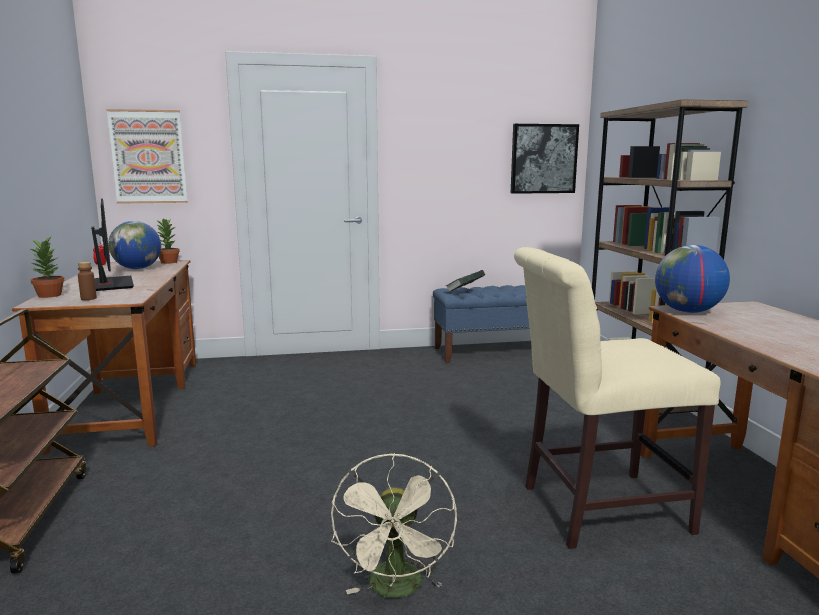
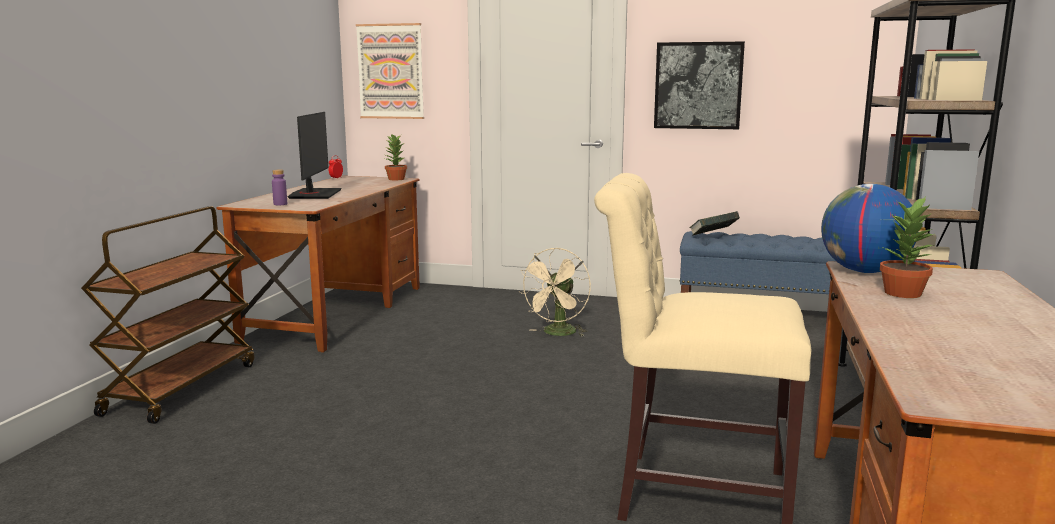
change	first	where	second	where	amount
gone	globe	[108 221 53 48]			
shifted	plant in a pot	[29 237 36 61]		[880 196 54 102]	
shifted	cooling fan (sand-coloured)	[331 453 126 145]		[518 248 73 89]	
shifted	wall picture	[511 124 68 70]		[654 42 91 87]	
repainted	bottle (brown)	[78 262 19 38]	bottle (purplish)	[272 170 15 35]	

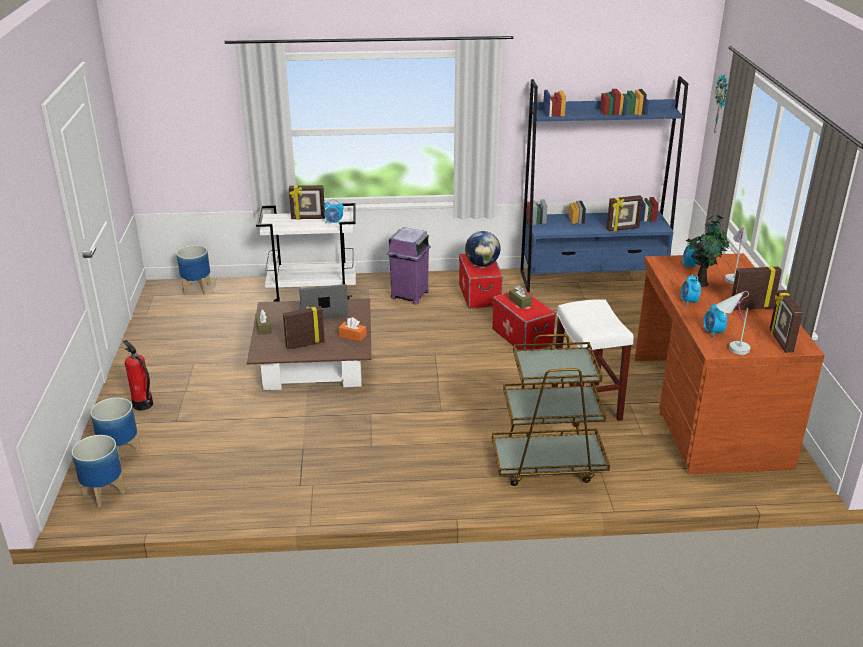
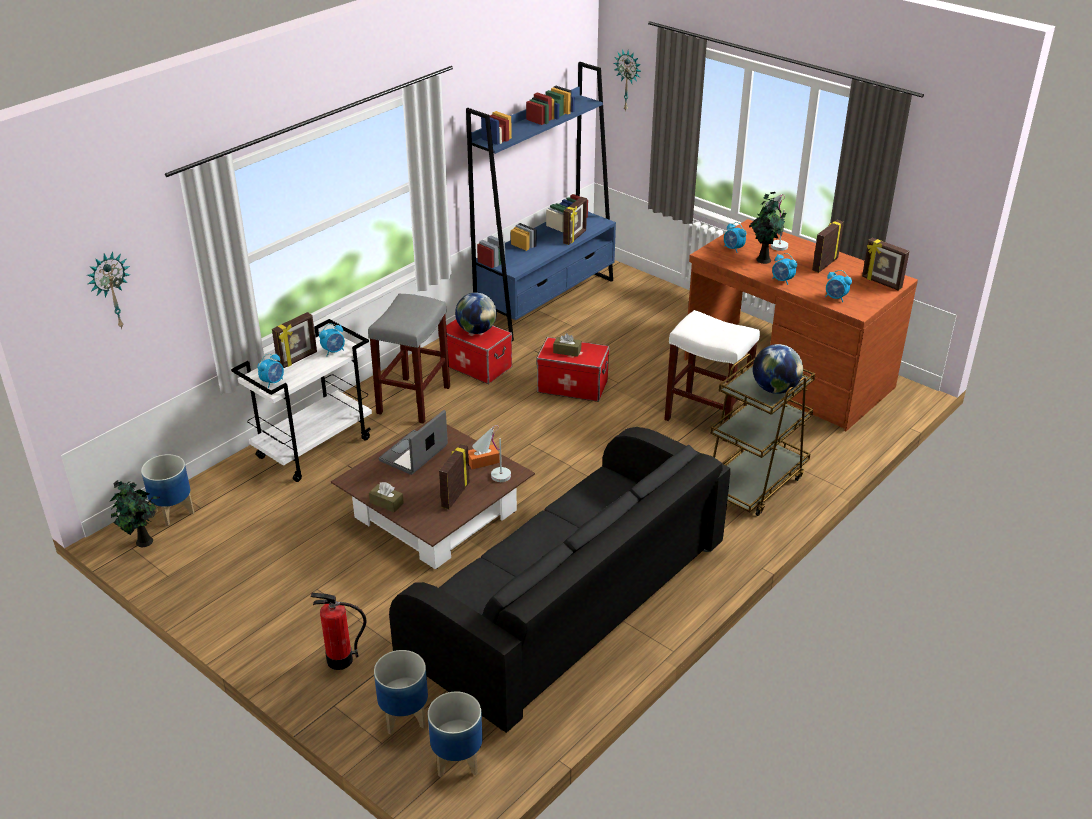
change	first	where	second	where	amount
new			wall clock	[87 251 43 78]	
new			plant in a pot	[109 480 51 67]	
new			table clock	[257 354 27 34]	
new			settee (black)	[389 427 341 306]	
new			globe	[753 344 50 50]	
shifted	table lamp (whitish)	[716 291 34 64]		[472 425 39 57]	
swapped	rubbish bin (purplish)	[387 227 44 77]	sitting stool (gray)	[368 294 82 130]	

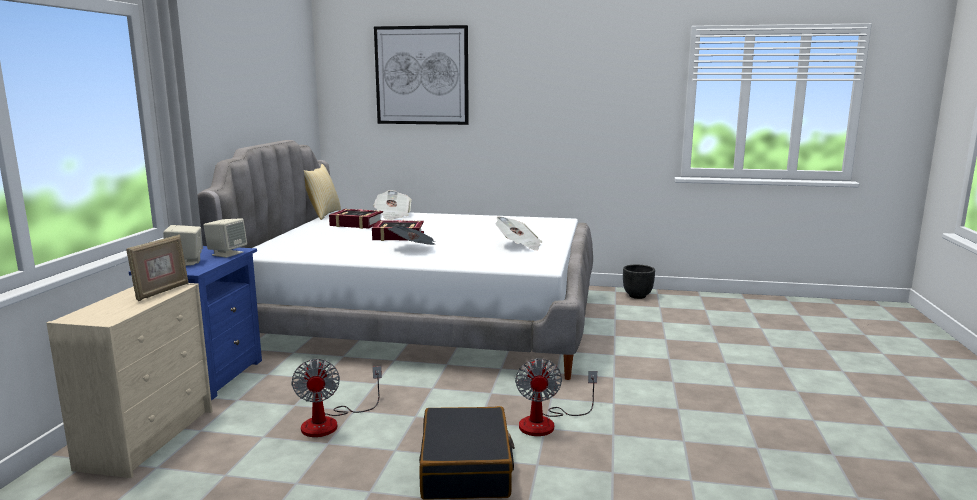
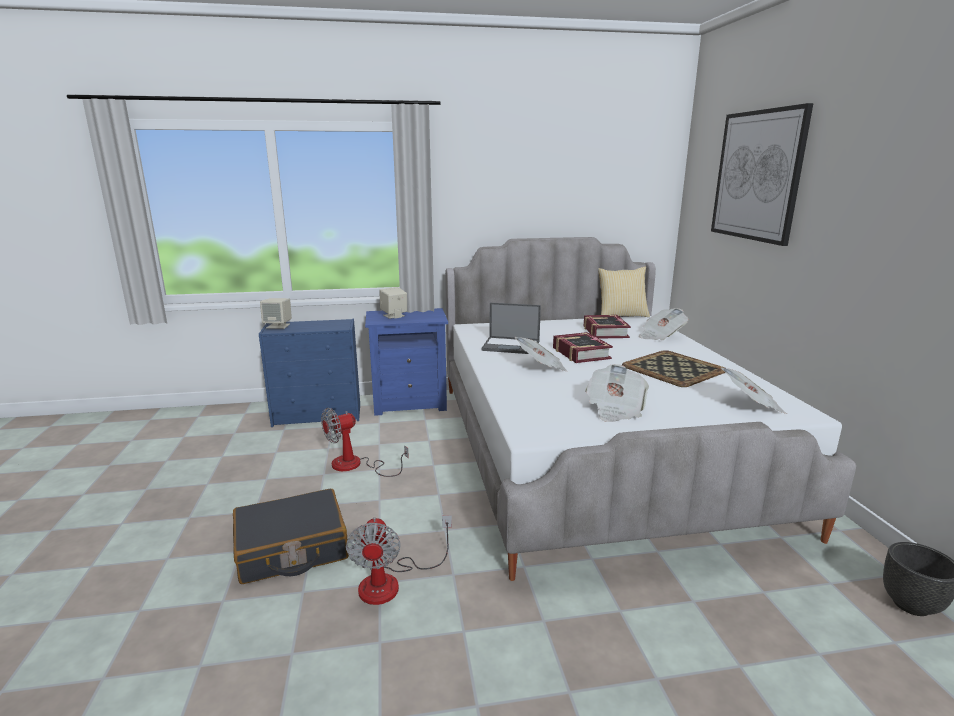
change	first	where	second	where	amount
gone	standing frame	[126 234 63 67]			
new			notebook computer	[481 303 60 51]	
new			carrying tray	[622 350 103 37]	
new			newspaper	[721 368 66 46]	
shifted	speaker (sand-coloured)	[204 219 43 39]		[260 298 32 31]	
repainted	drawer chest (sand-coloured)	[47 283 166 195]	drawer chest (bluish)	[259 319 101 108]	
rotated	cooling fan	[515 358 82 78]		[346 515 106 90]	75 degrees counterclockwise

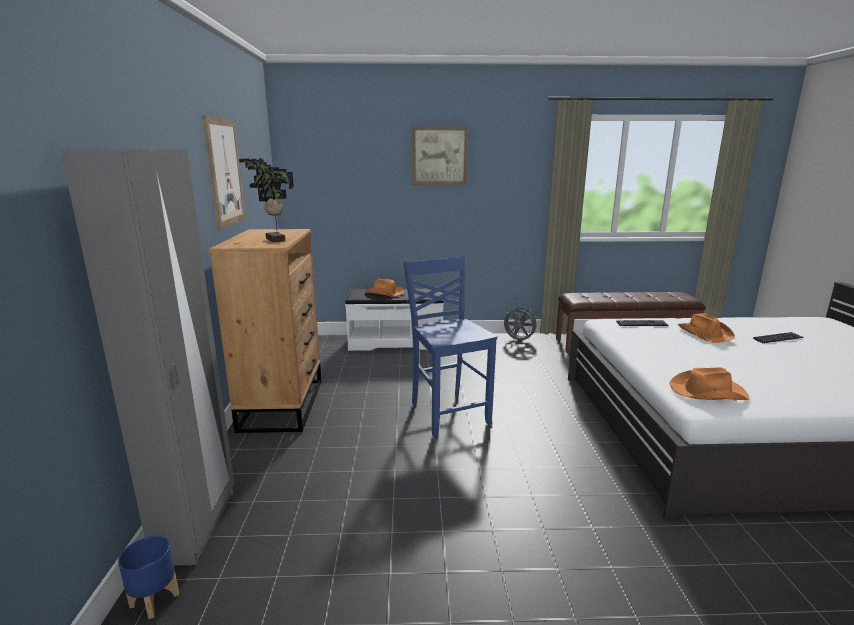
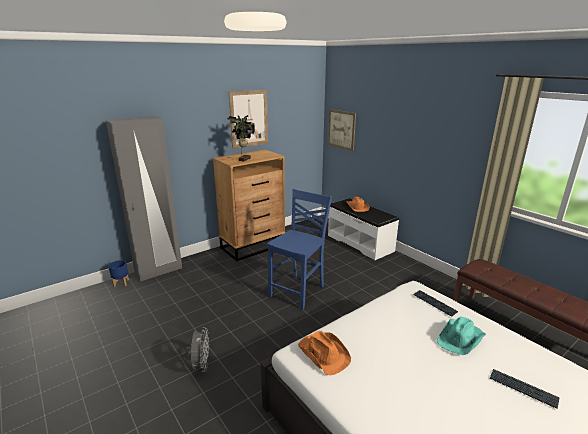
change	first	where	second	where	amount
shifted	wall picture	[412 126 56 59]		[328 109 28 42]	
shifted	cooling fan (gray)	[504 306 35 34]		[186 327 23 45]	
repainted	wearable hat (orange-coloured)	[677 313 58 30]	wearable hat (turquoise-coloured)	[437 317 49 38]	

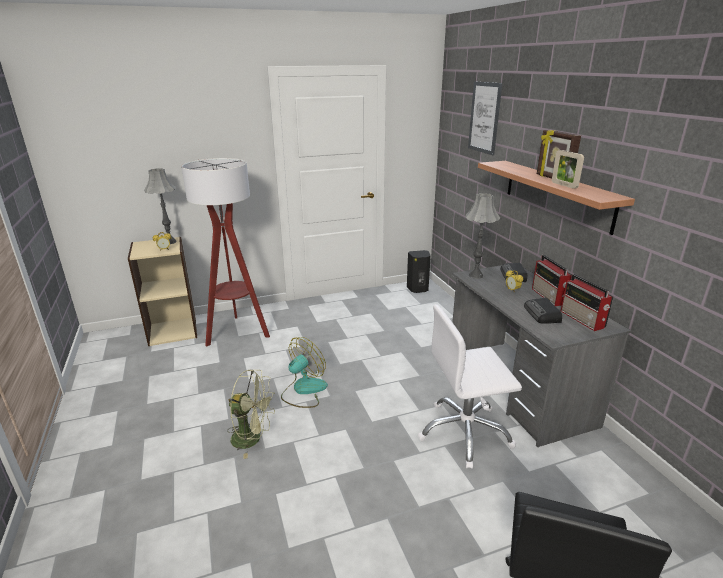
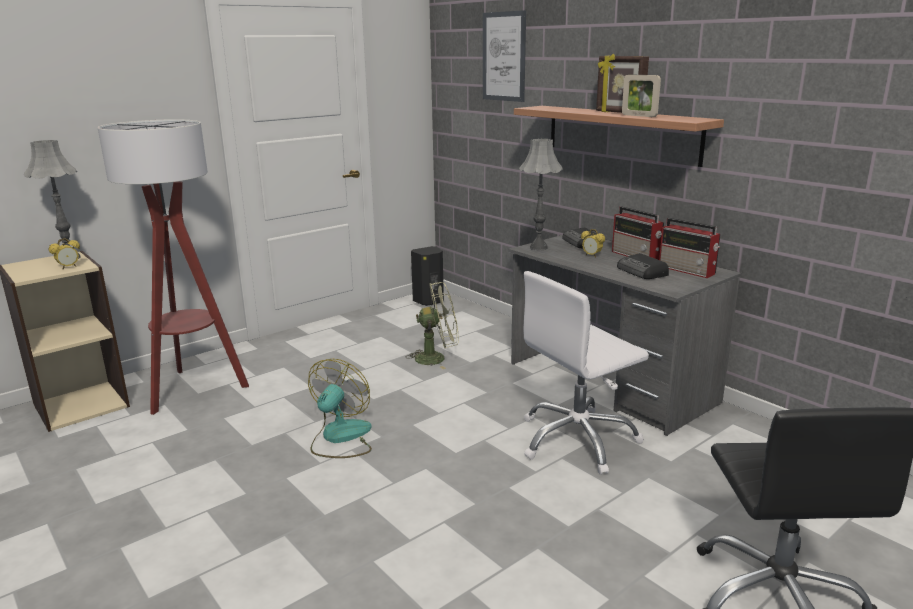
change	first	where	second	where	amount
shifted	cooling fan (green-coloured)	[227 369 48 90]		[405 282 54 87]	

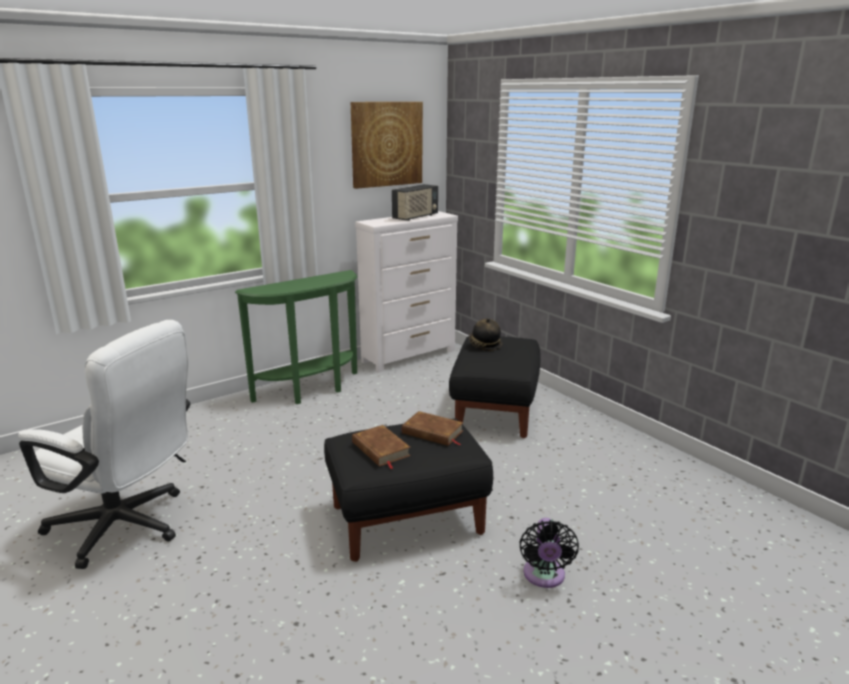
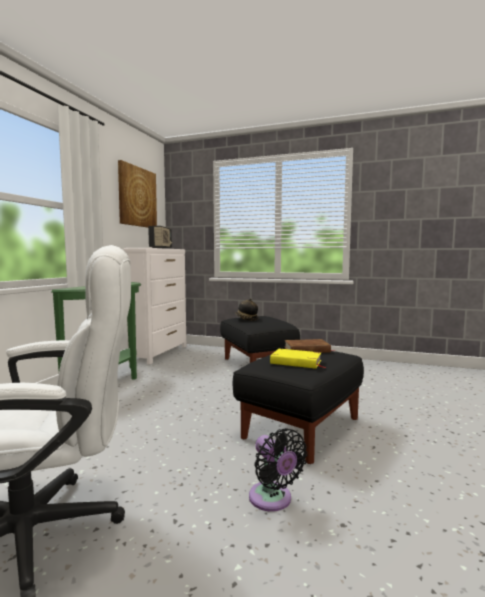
change	first	where	second	where	amount
shifted	cooling fan (black)	[520 518 59 70]		[249 428 58 84]	
repainted	volume (brown)	[352 425 59 44]	volume (yellow)	[270 349 56 20]	

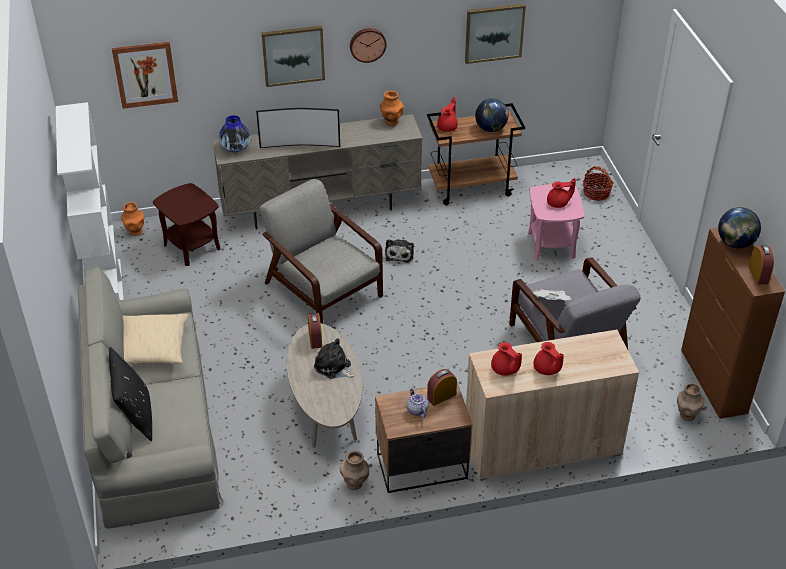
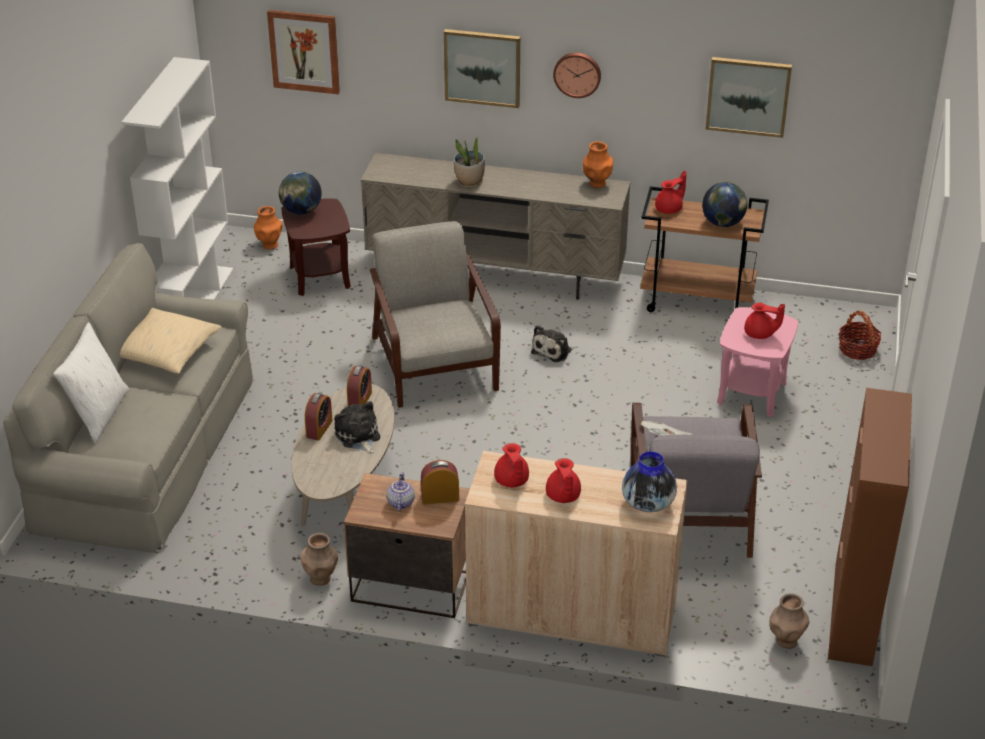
change	first	where	second	where	amount
shifted	vase	[219 115 32 37]		[622 451 55 61]	
shifted	globe	[718 207 43 42]		[279 172 43 43]	
shifted	table clock	[748 245 26 40]		[305 393 28 48]	
swapped	TV set	[256 108 84 40]	plant in a pot	[454 138 31 50]	
repainted	cushion (black)	[109 347 43 94]	cushion (whitish)	[53 322 76 121]	

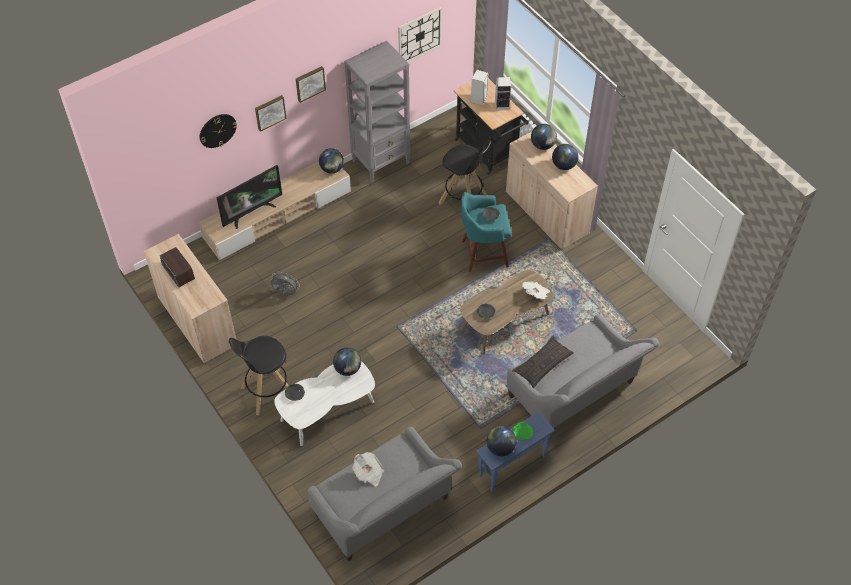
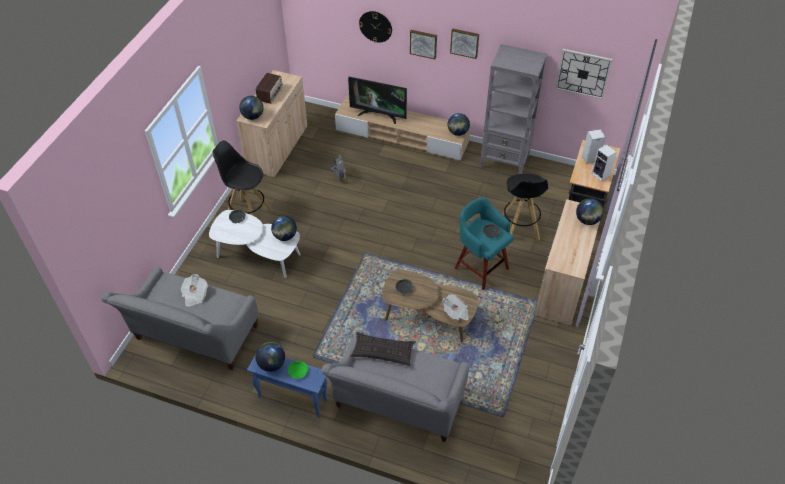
change	first	where	second	where	amount
shifted	globe	[552 144 26 26]		[239 96 24 24]	

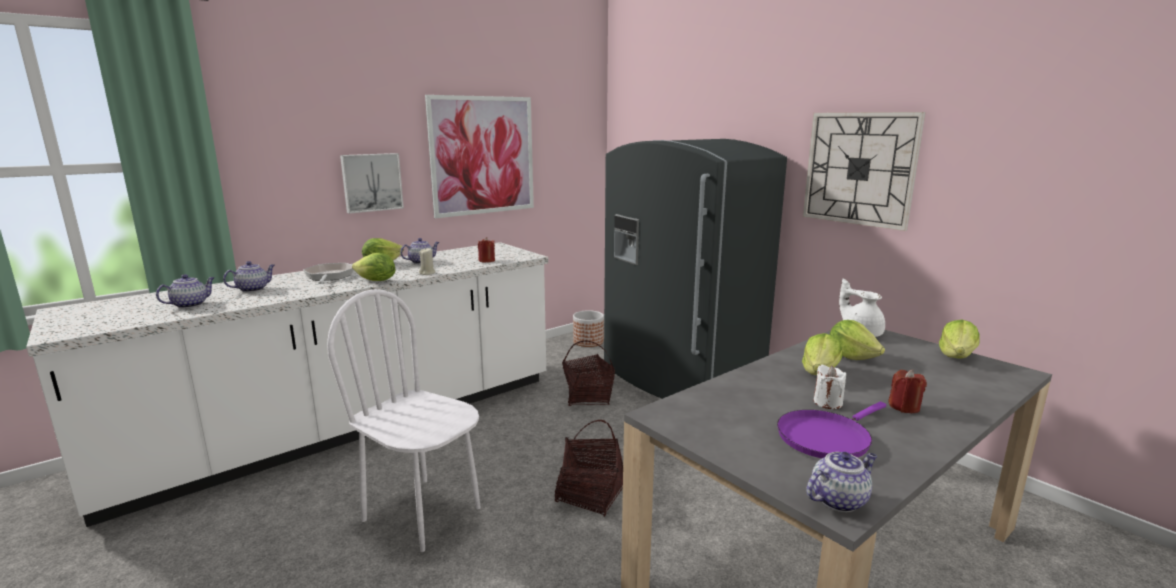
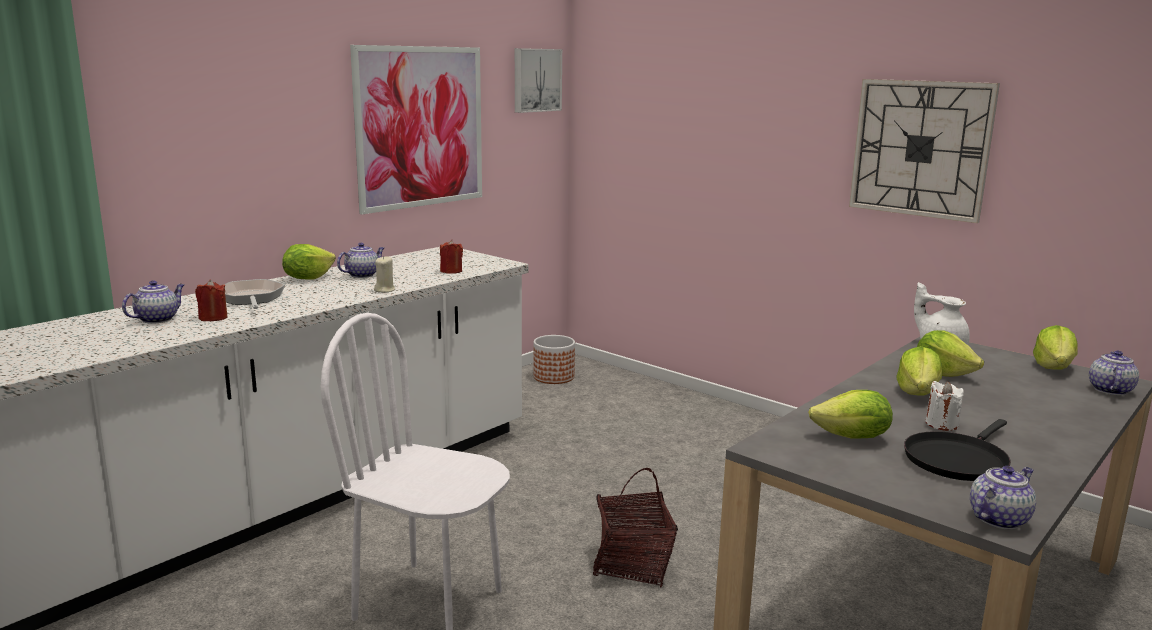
change	first	where	second	where	amount
gone	basket	[562 341 53 65]			
gone	kitchen fridge (gray)	[604 139 183 260]			
shifted	pot for tea	[156 274 59 34]		[1089 351 50 44]	
shifted	wall picture	[340 153 64 61]		[515 48 47 65]	
shifted	lettuce	[352 253 44 28]		[809 390 84 48]	
shifted	wax candle (red)	[888 370 39 43]		[195 279 33 42]	
repainted	pan (purplish)	[777 402 109 56]	pan (black)	[904 419 107 62]	

